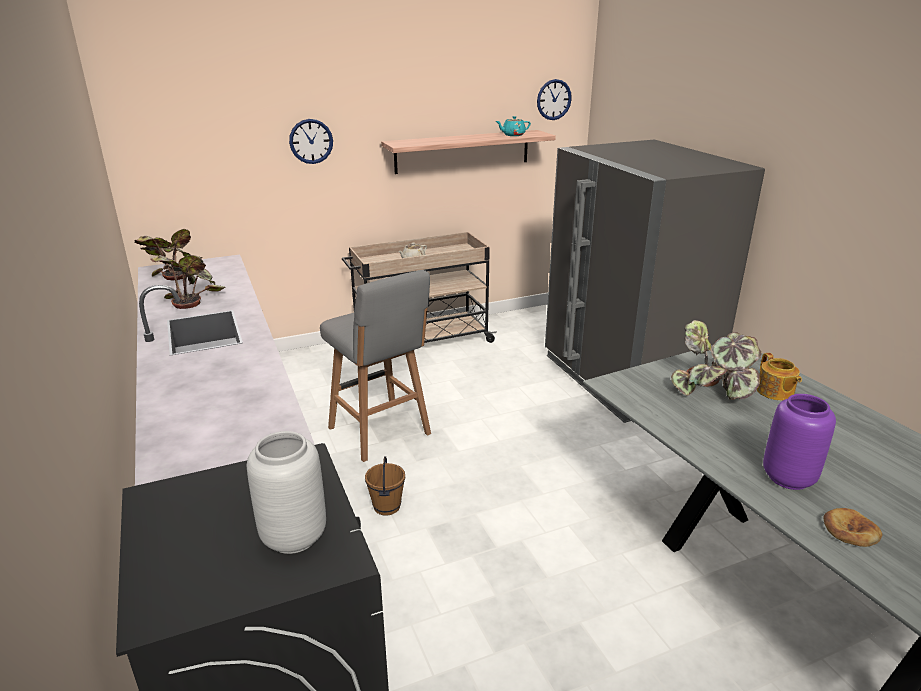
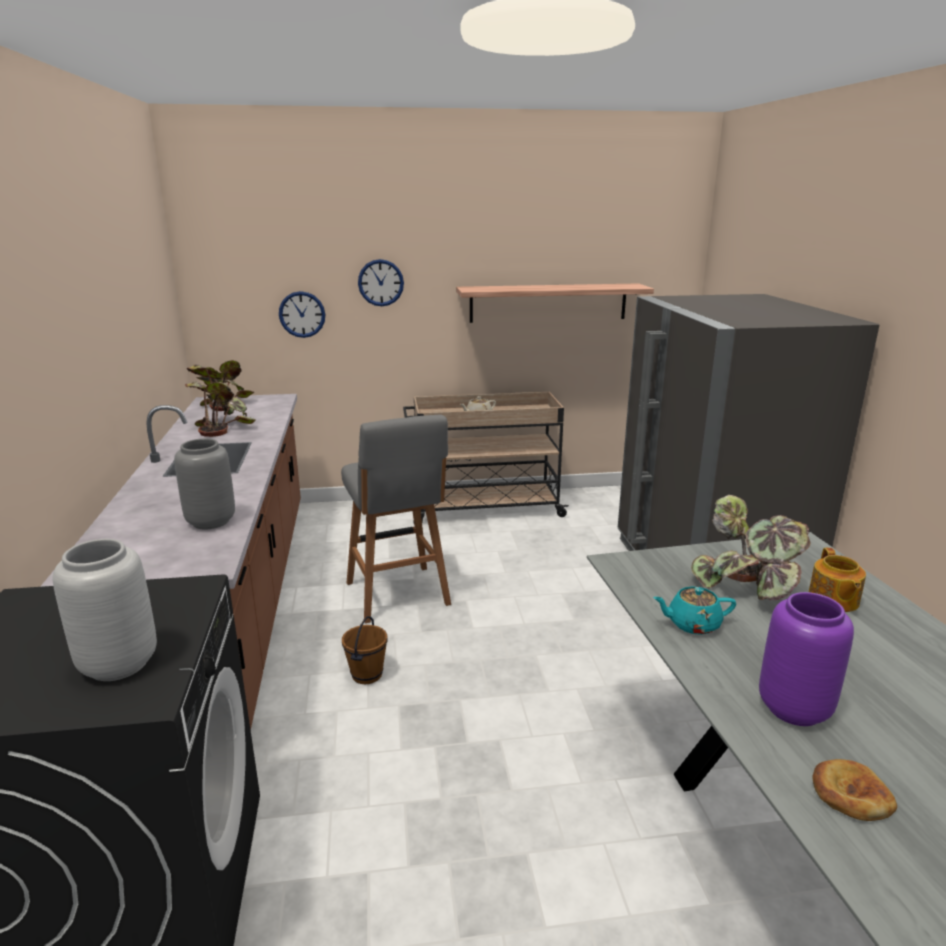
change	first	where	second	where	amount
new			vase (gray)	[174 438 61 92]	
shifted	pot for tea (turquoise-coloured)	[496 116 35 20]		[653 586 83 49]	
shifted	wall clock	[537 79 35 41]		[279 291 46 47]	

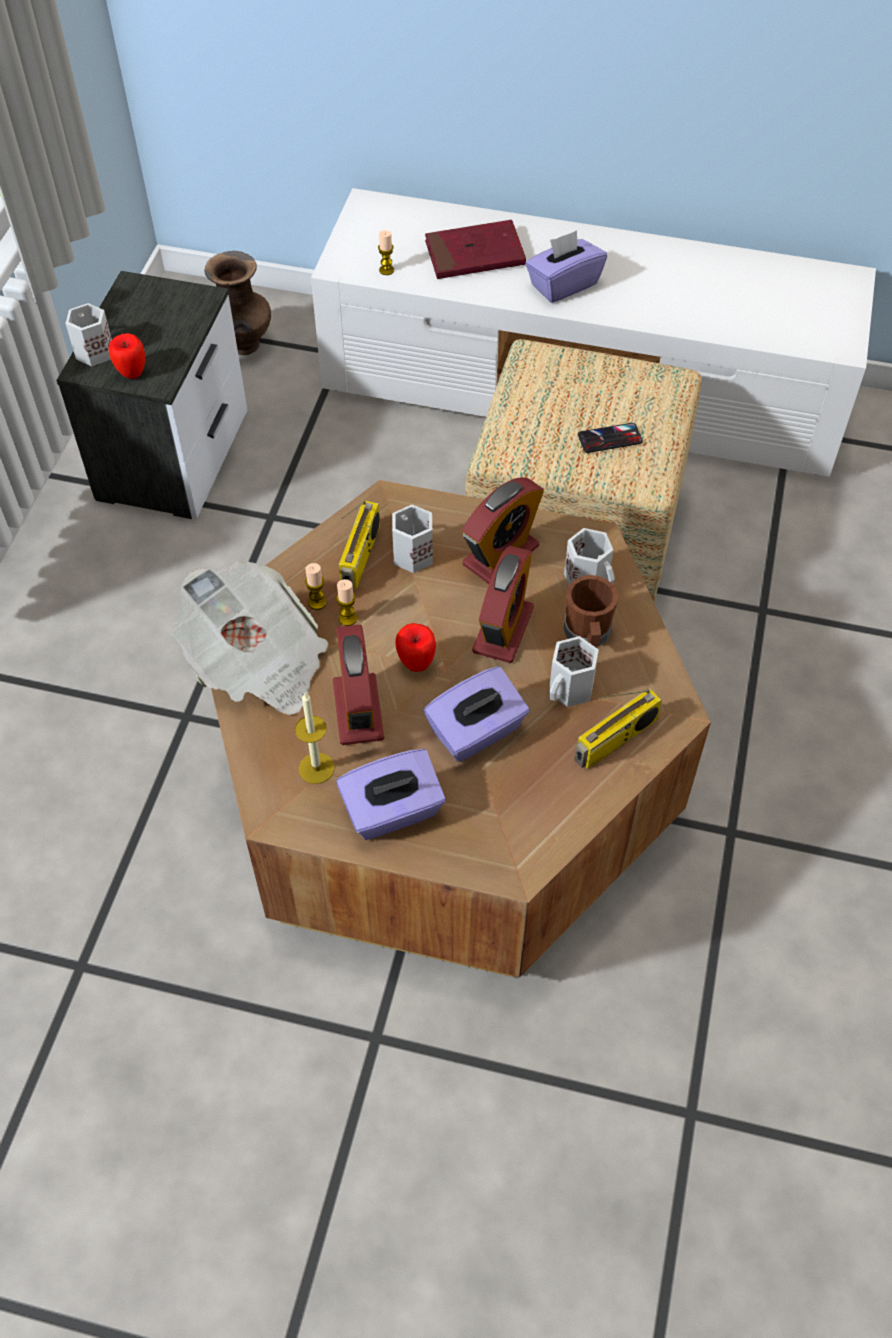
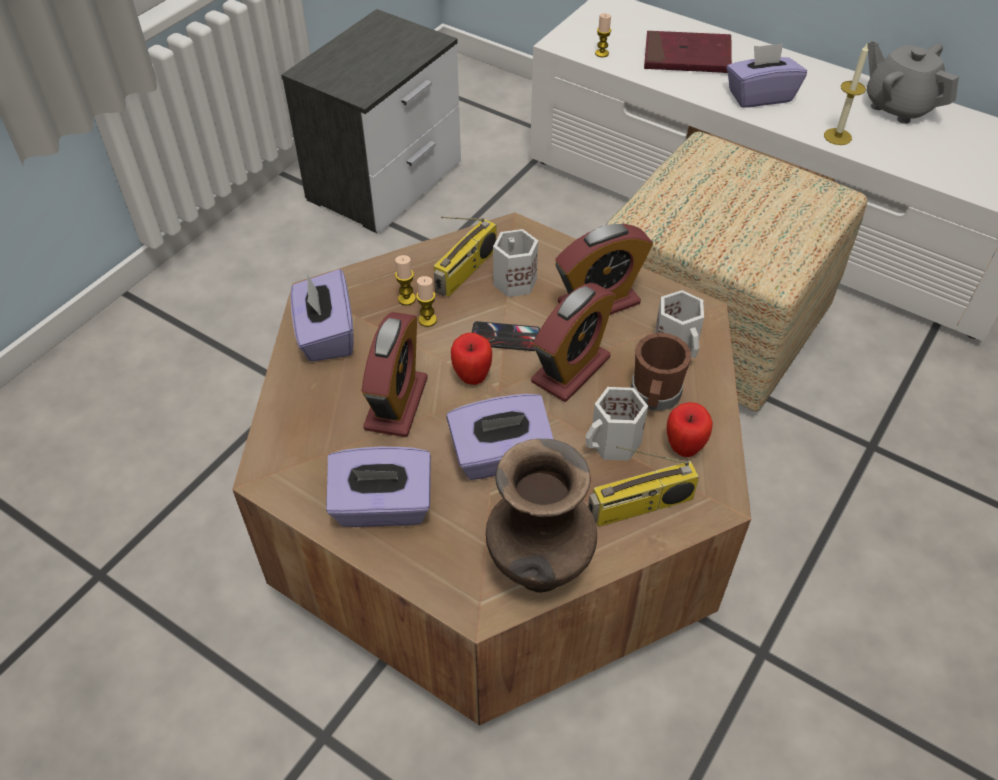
change	first	where	second	where	amount
gone	coffee mug (whitish)	[65 303 47 63]			
new			pot for tea (gray)	[867 41 92 83]	
shifted	apple fruit	[109 333 36 46]		[667 402 46 55]	
shifted	vase (brown)	[204 251 67 104]		[486 439 111 154]	
shifted	wax candle	[295 693 40 91]		[824 42 44 103]	
shifted	handset	[578 423 65 30]		[472 321 68 30]	
swapped	newspaper	[172 562 156 153]	box of tissues (purplish)	[290 269 64 93]	

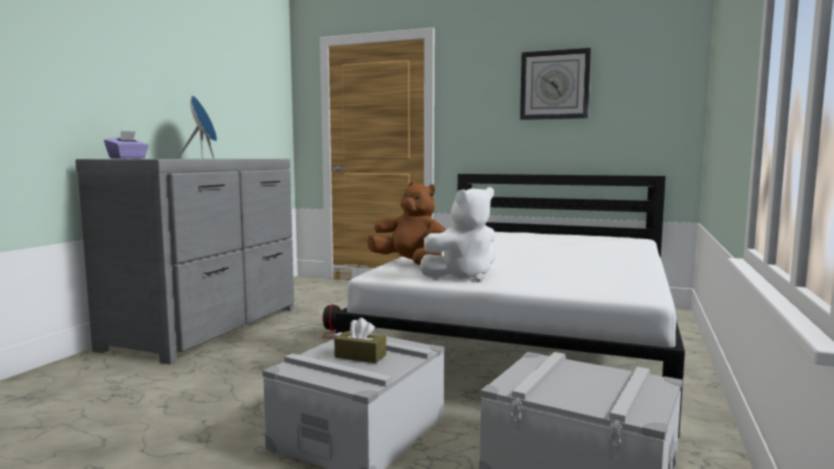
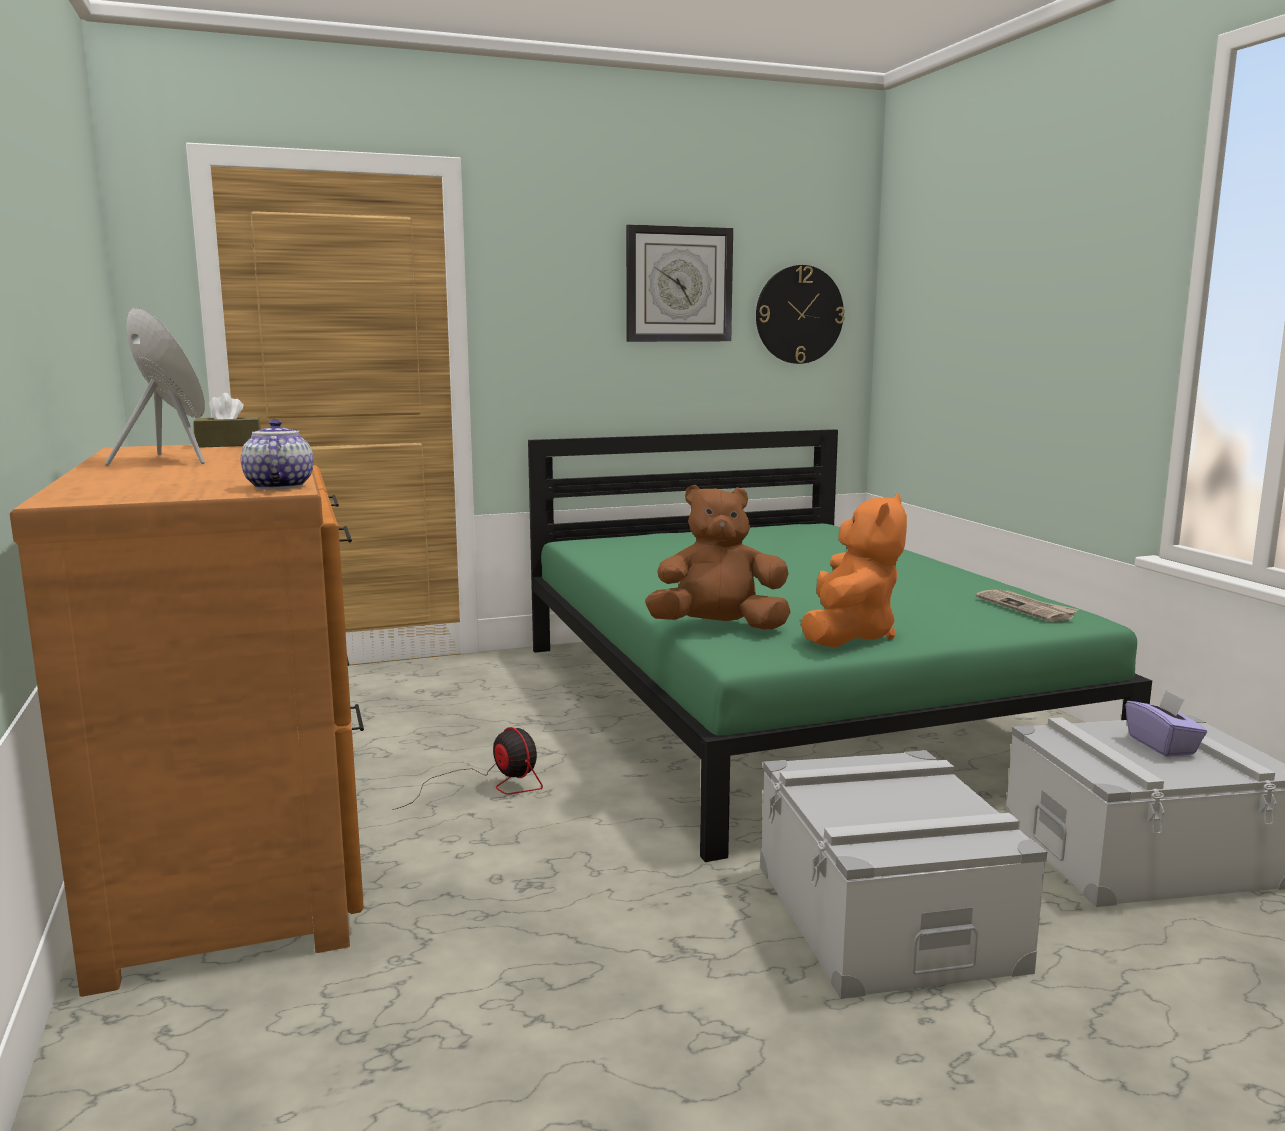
change	first	where	second	where	amount
new			pot for tea	[241 419 73 70]	
new			wall clock	[756 265 89 99]	
new			newspaper	[976 589 103 33]	
shifted	box of tissues (purplish)	[104 131 45 28]		[1125 690 82 67]	
shifted	box of tissues (brown)	[334 318 52 45]		[193 393 68 55]	
repainted	drawer chest (gray)	[75 159 219 206]	drawer chest (brown)	[10 445 354 552]	
repainted	sleeping bed (whitish)	[336 174 349 264]	sleeping bed (green-coloured)	[528 429 624 433]	
repainted	plush toy (whitish)	[420 187 76 95]	plush toy (orange-coloured)	[801 494 106 153]	

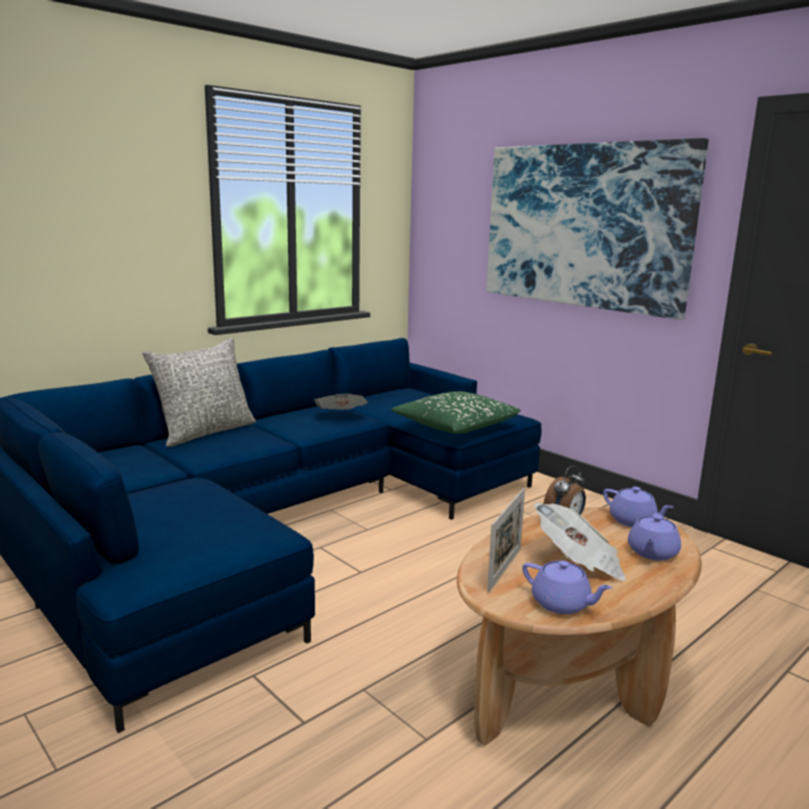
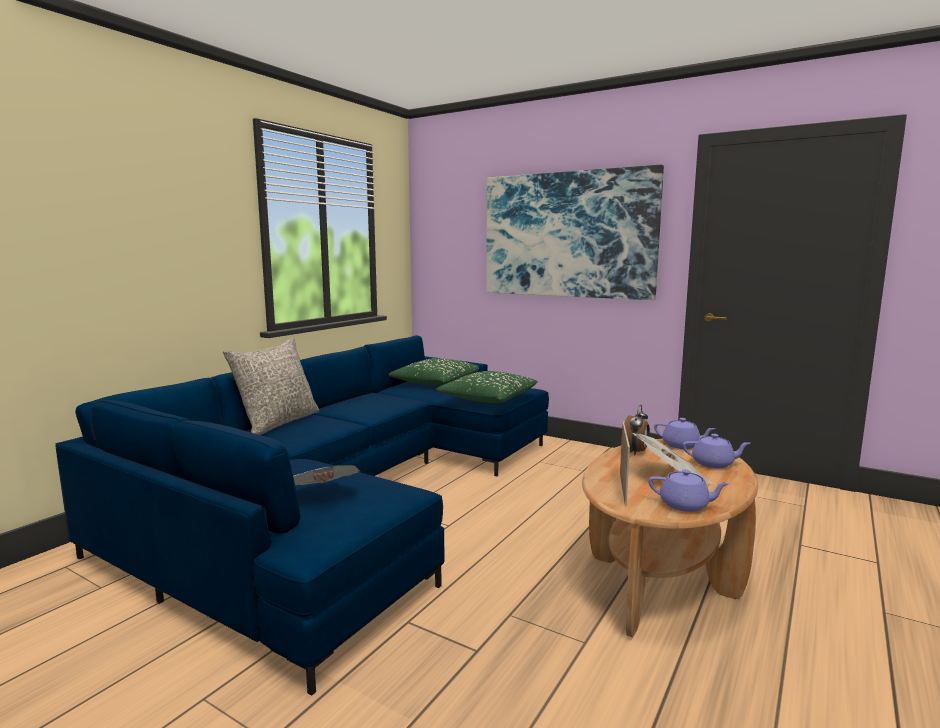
change	first	where	second	where	amount
new			cushion (green-coloured)	[389 358 90 28]	
shifted	newspaper	[314 393 54 17]		[293 465 67 20]	
rotated	pot for tea (purplish)	[628 515 53 46]		[683 434 67 34]	90 degrees counterclockwise

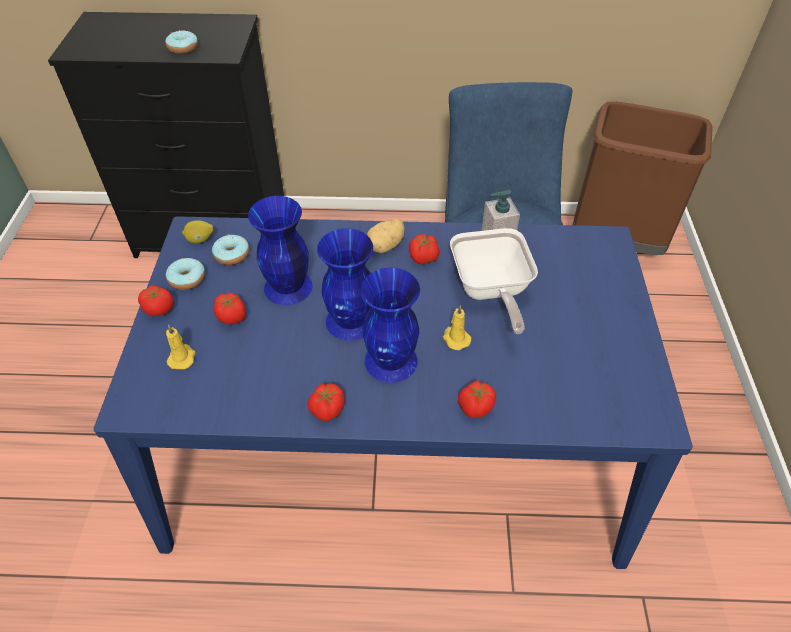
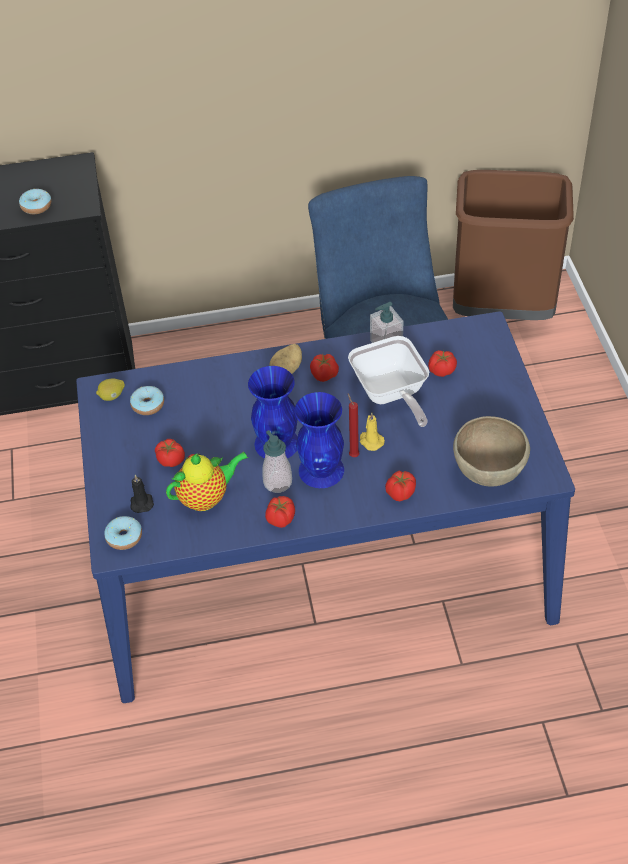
change	first	where	second	where	amount
gone	vase (bluish)	[248 196 65 109]			
new			pot for tea	[166 452 82 59]	
new			liquid soap bottle	[263 430 29 63]	
new			wax candle (red)	[348 394 12 63]	
new			deep dish (brown)	[453 416 77 71]	
shifted	tomato	[138 285 36 32]		[428 350 29 27]	
shifted	donut	[166 258 39 32]		[104 516 38 34]	
repainted	wax candle (yellow)	[166 325 29 44]	wax candle (black)	[130 475 24 38]	

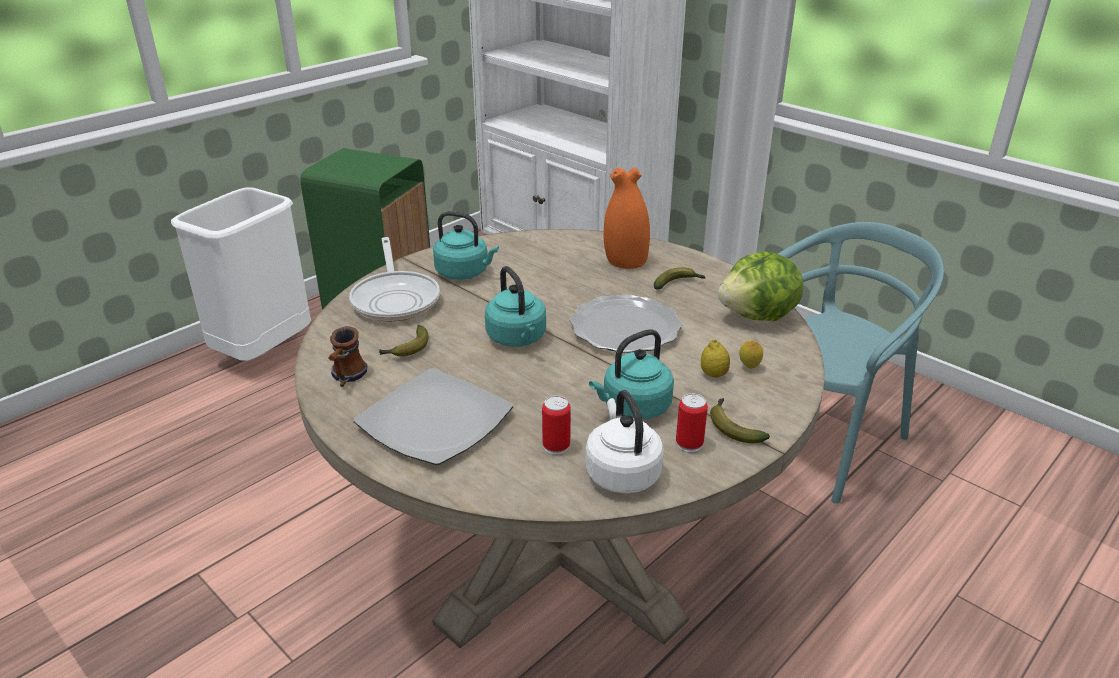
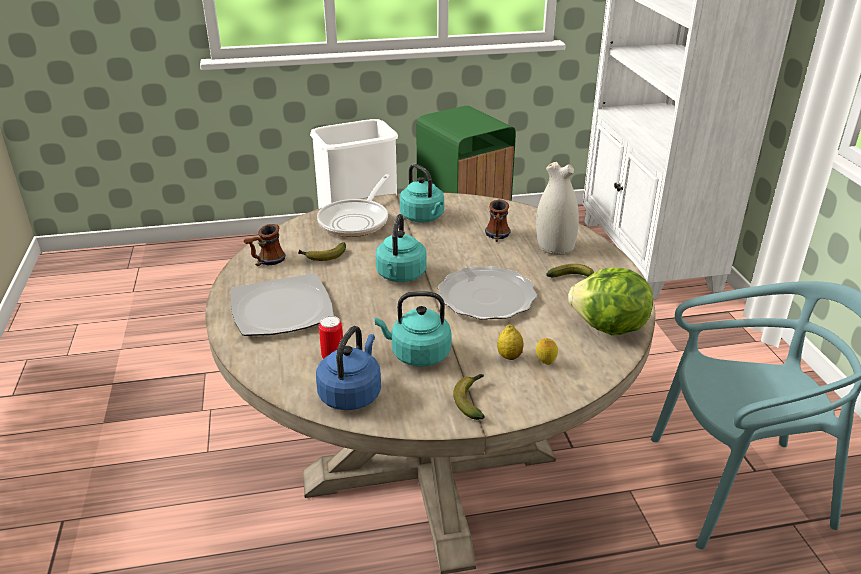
change	first	where	second	where	amount
gone	can	[676 393 32 59]			
new			coffee mug	[485 199 26 43]	
repainted	kettle (whitish)	[585 390 79 103]	kettle (bluish)	[316 326 65 84]	
repainted	vase (orange-coloured)	[604 167 46 102]	vase (whitish)	[536 162 43 93]	

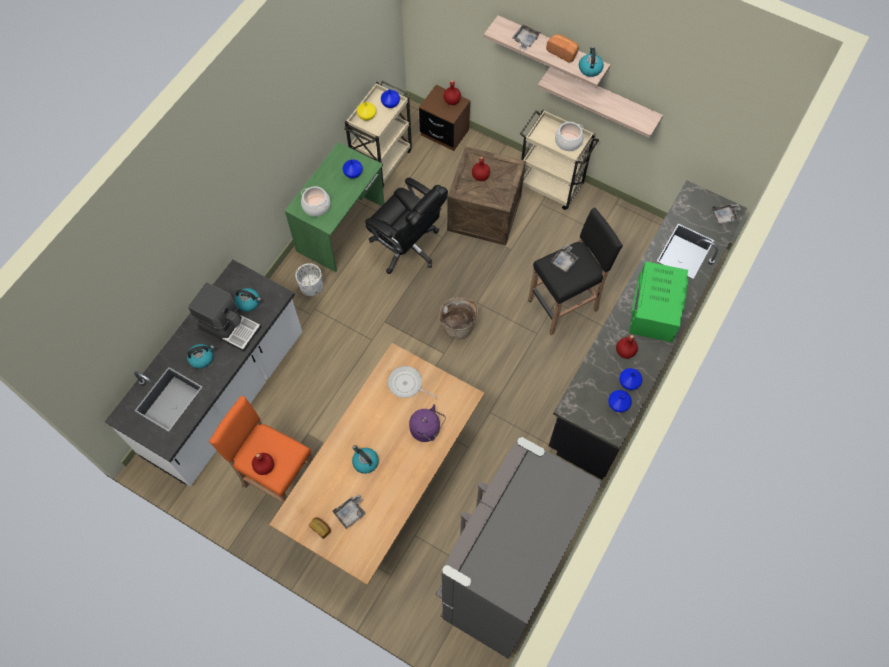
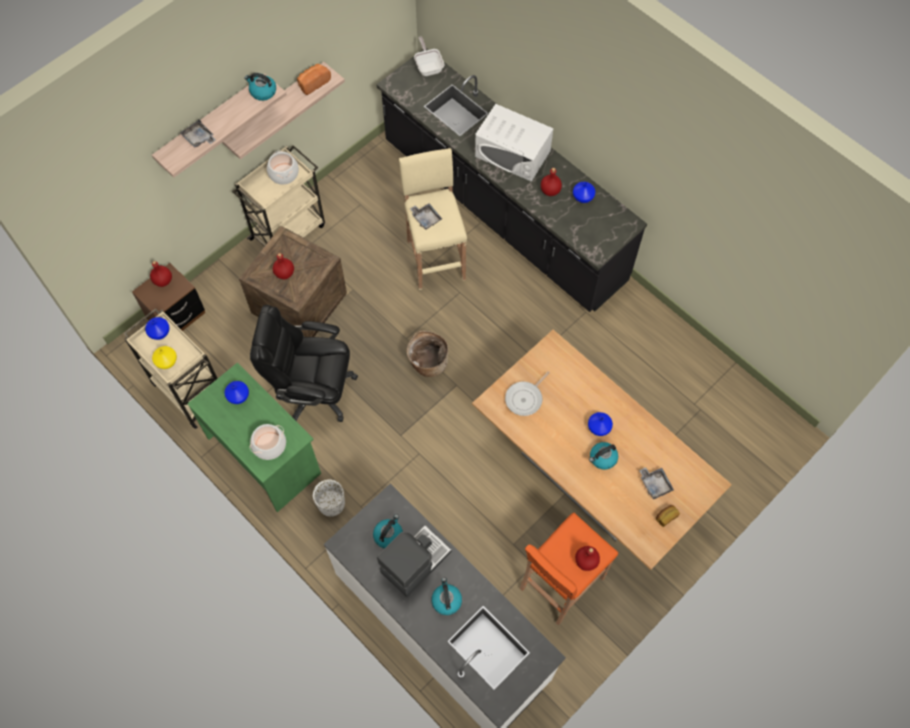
change	first	where	second	where	amount
gone	kettle (purplish)	[409 404 37 38]			
gone	kitchen fridge (gray)	[435 437 167 222]			
shifted	bakery bread	[546 34 33 29]		[297 64 34 31]	
shifted	vase (bluish)	[608 390 24 22]		[588 412 25 24]	
swapped	carrying tray (gray)	[712 204 29 21]	pan	[414 36 31 40]	
repainted	sitting stool (black)	[528 208 95 127]	sitting stool (sand-coloured)	[399 148 68 142]	
repainted	kitchen microwave (green-coloured)	[629 261 59 81]	kitchen microwave (whitish)	[475 104 79 78]	
rotated	computer chair (black)	[365 178 83 96]		[250 305 108 117]	135 degrees counterclockwise

